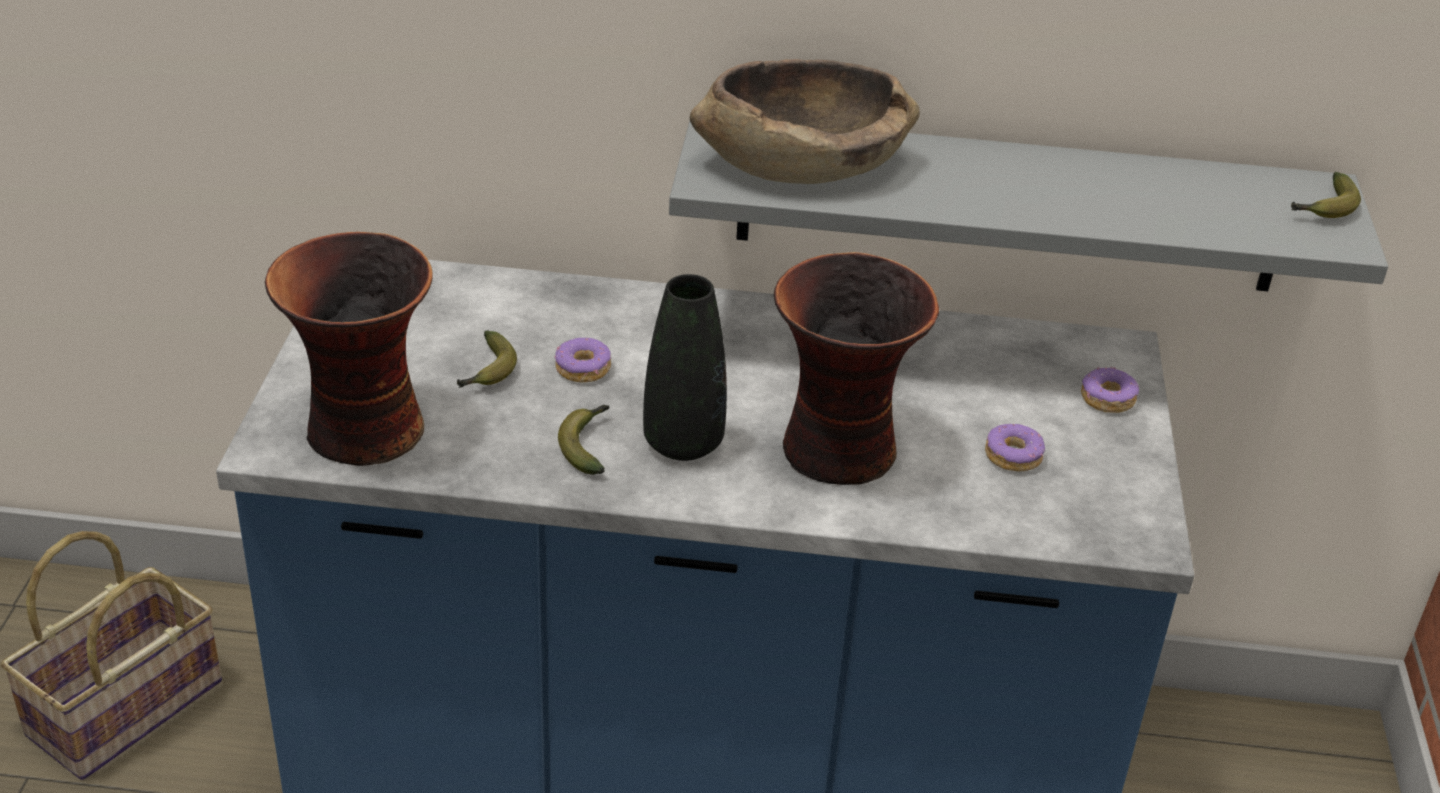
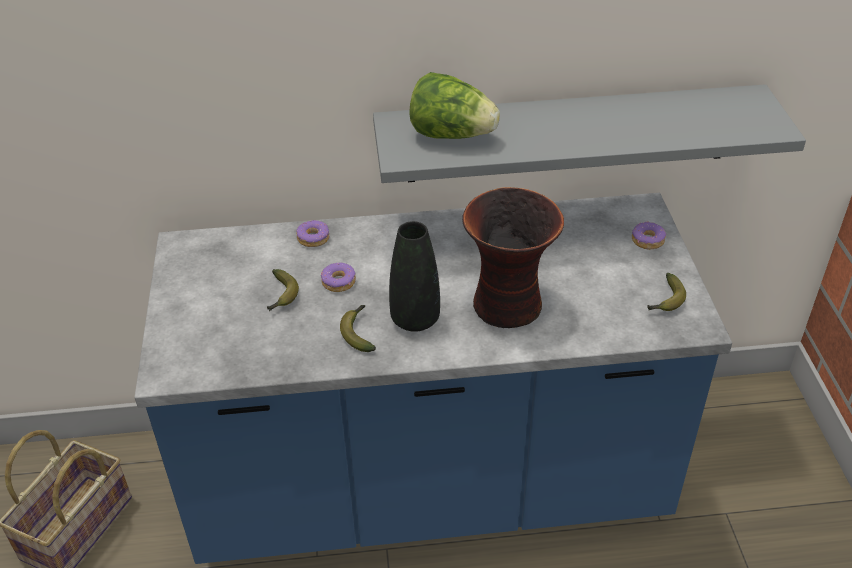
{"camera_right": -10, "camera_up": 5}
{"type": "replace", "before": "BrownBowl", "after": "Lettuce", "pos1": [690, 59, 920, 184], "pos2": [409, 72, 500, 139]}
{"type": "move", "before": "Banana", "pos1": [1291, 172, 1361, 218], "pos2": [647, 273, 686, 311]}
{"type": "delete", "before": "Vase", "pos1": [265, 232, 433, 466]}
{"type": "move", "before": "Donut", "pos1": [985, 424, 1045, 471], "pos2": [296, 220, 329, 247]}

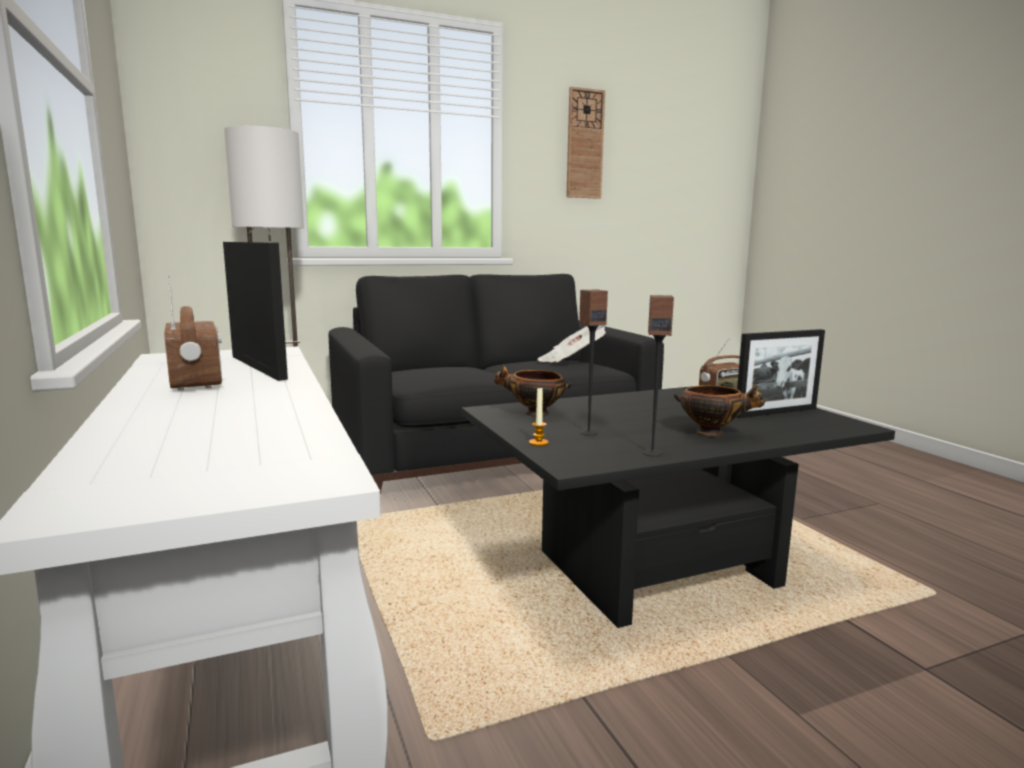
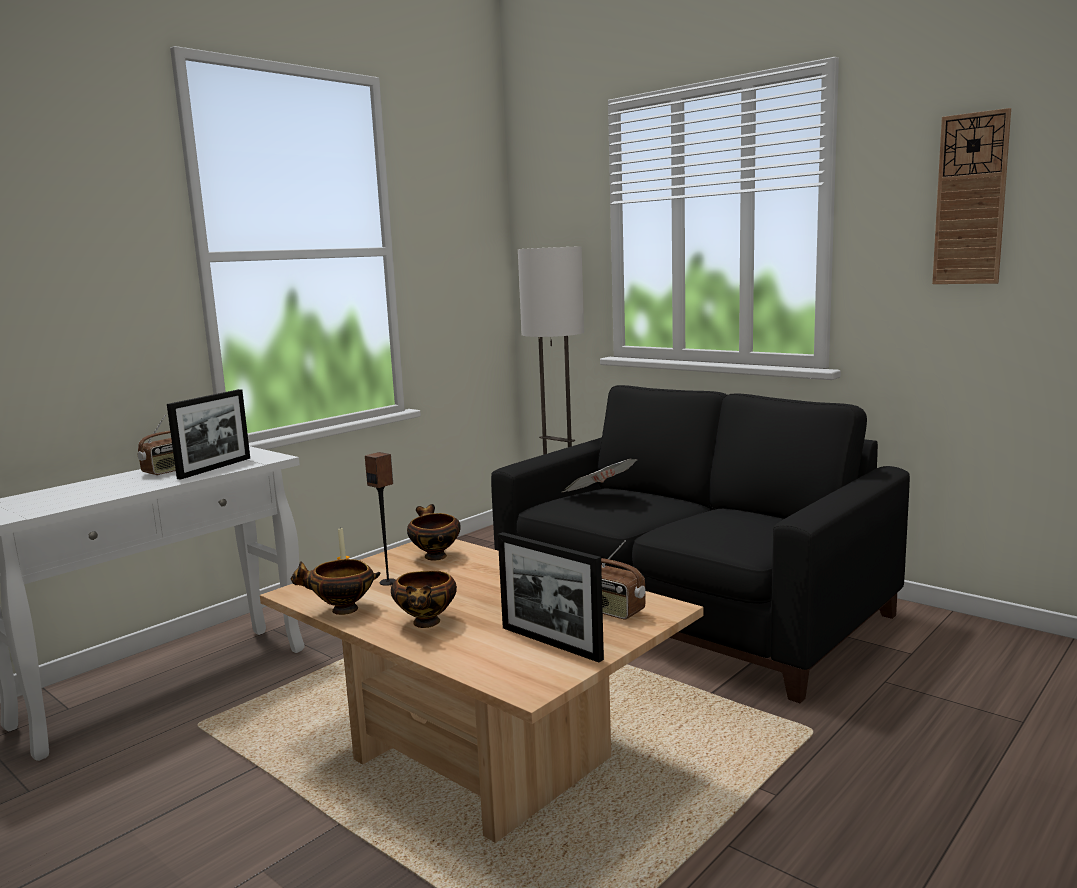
{"camera_right": 65, "camera_up": 0}
{"type": "replace", "before": "Speaker", "after": "Bowl", "pos1": [642, 295, 674, 457], "pos2": [290, 559, 381, 615]}
{"type": "move", "before": "Newspaper", "pos1": [537, 323, 608, 363], "pos2": [562, 458, 637, 492]}
{"type": "recolor", "before": "BlackCoffeeTable", "after": "BeigeCoffeeTable", "pos1": [462, 386, 895, 628], "pos2": [260, 539, 703, 843]}

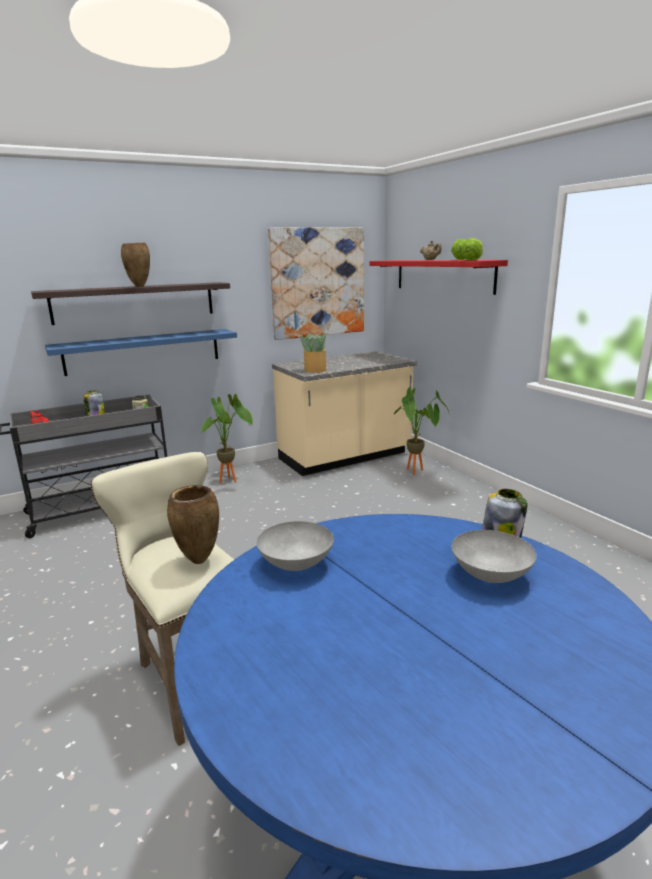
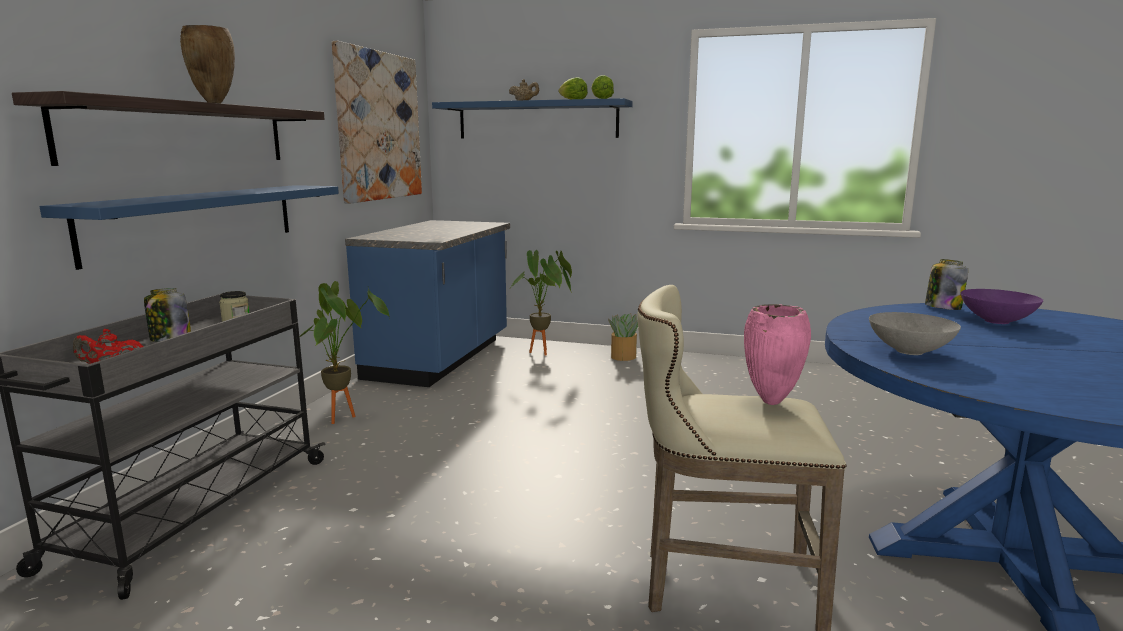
{"camera_right": -45, "camera_up": -5}
{"type": "recolor", "before": "RedShelf", "after": "BlueShelf", "pos1": [369, 260, 508, 295], "pos2": [432, 98, 633, 138]}
{"type": "move", "before": "PottedPlant", "pos1": [300, 333, 326, 373], "pos2": [608, 313, 638, 361]}
{"type": "recolor", "before": "BeigeCounter", "after": "BlueCounter", "pos1": [272, 351, 417, 476], "pos2": [345, 220, 510, 387]}
{"type": "recolor", "before": "BrownVase", "after": "PinkVase", "pos1": [167, 485, 219, 564], "pos2": [744, 304, 811, 405]}
{"type": "recolor", "before": "GreyBowl", "after": "PurpleBowl", "pos1": [452, 530, 537, 583], "pos2": [961, 289, 1043, 324]}

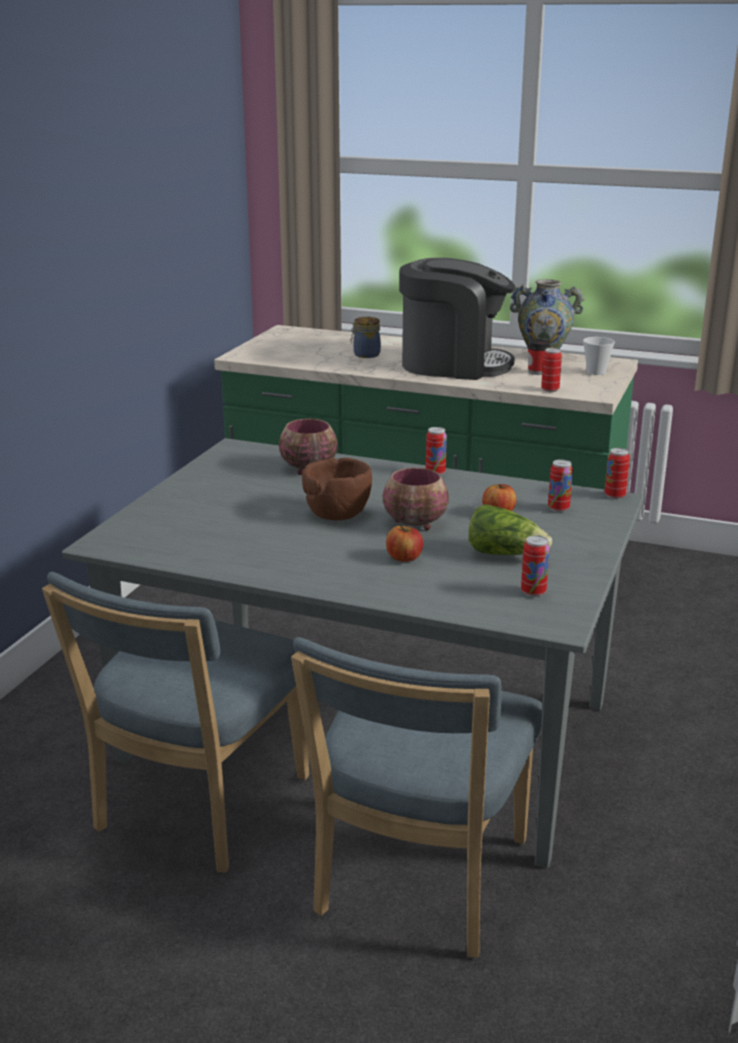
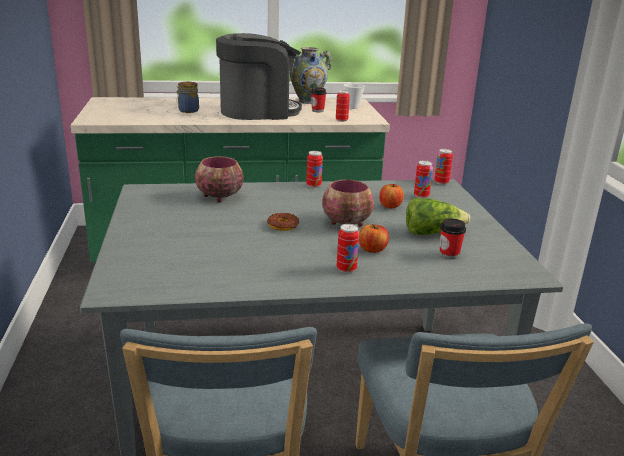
{"camera_right": -30, "camera_up": 0}
{"type": "replace", "before": "BrownBowl", "after": "Donut", "pos1": [302, 458, 372, 520], "pos2": [267, 213, 299, 231]}
{"type": "move", "before": "Can", "pos1": [521, 535, 550, 597], "pos2": [337, 224, 359, 273]}
{"type": "insert", "after": "Cup", "pos2": [440, 218, 466, 259]}

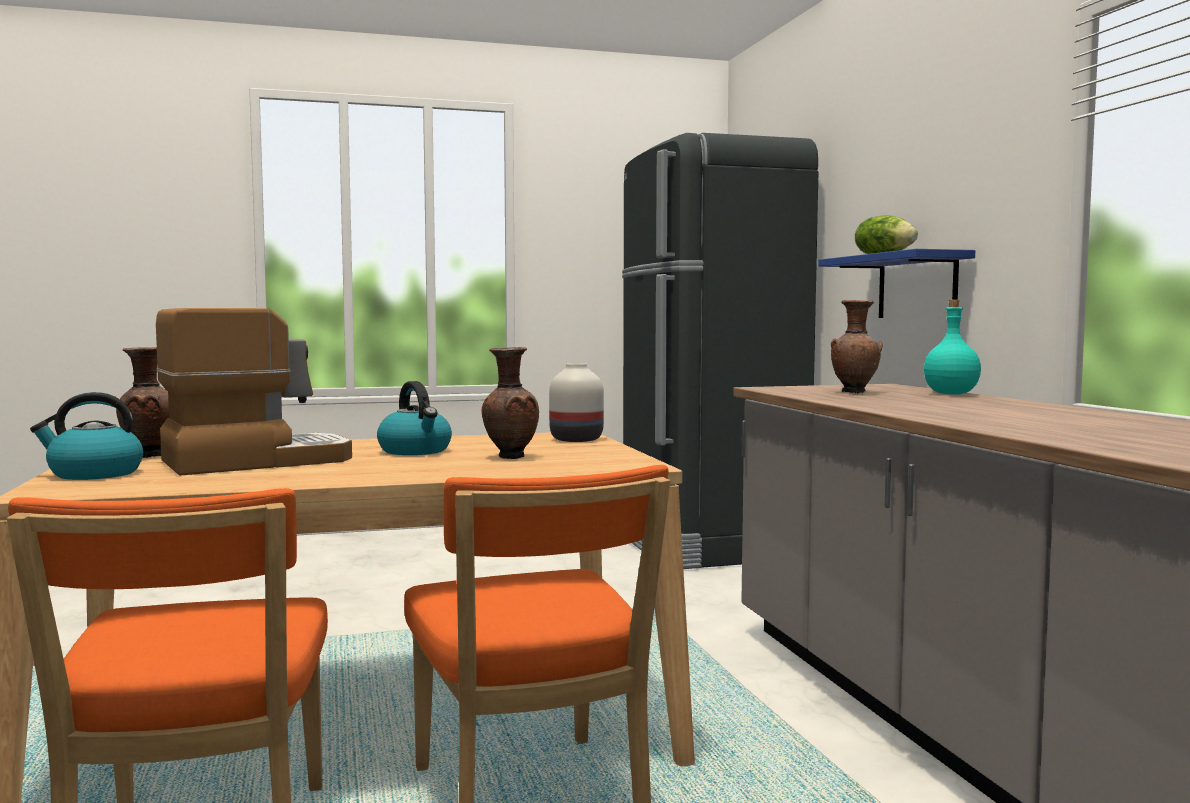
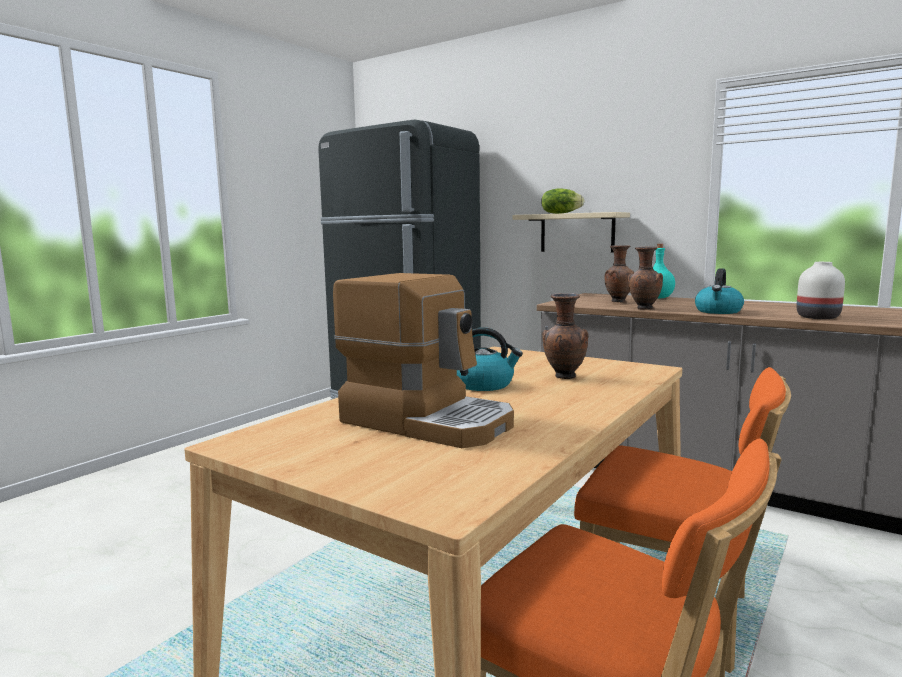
{"camera_right": -40, "camera_up": 5}
{"type": "recolor", "before": "BlueShelf", "after": "BeigeShelf", "pos1": [818, 249, 975, 318], "pos2": [512, 212, 630, 253]}
{"type": "rotate", "before": "CoffeeMachine", "pos1": [156, 308, 352, 476], "pos2": [333, 273, 514, 448], "turn": 105}
{"type": "move", "before": "BrownVase", "pos1": [116, 347, 169, 458], "pos2": [628, 247, 663, 310]}
{"type": "move", "before": "WhiteVase", "pos1": [549, 363, 604, 442], "pos2": [796, 262, 845, 319]}
{"type": "move", "before": "Kettle", "pos1": [30, 392, 143, 480], "pos2": [695, 268, 744, 314]}

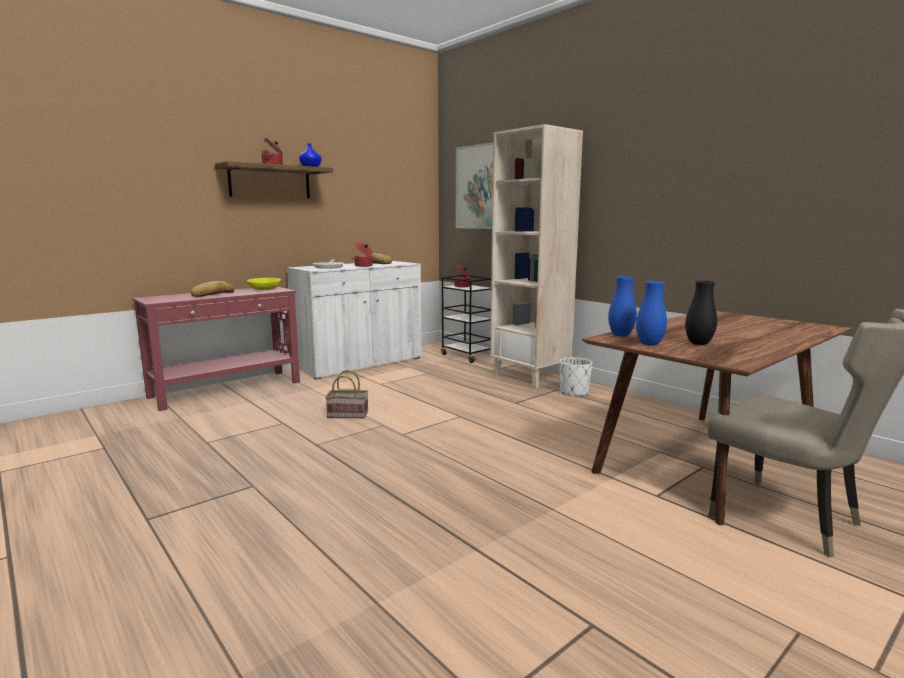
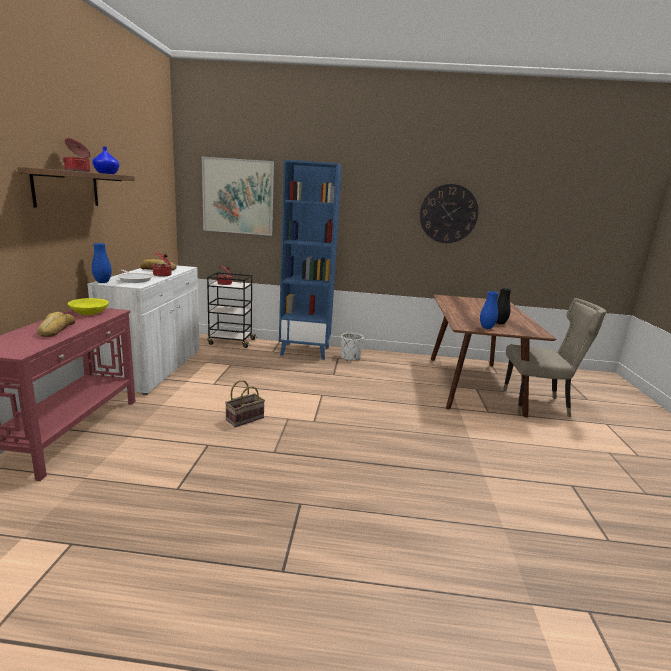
{"camera_right": -45, "camera_up": 5}
{"type": "recolor", "before": "BeigeBookcase", "after": "BlueBookcase", "pos1": [490, 124, 583, 388], "pos2": [279, 160, 342, 360]}
{"type": "move", "before": "BlueVase", "pos1": [608, 276, 637, 337], "pos2": [92, 243, 112, 283]}
{"type": "insert", "after": "WallClock", "pos2": [420, 184, 478, 243]}

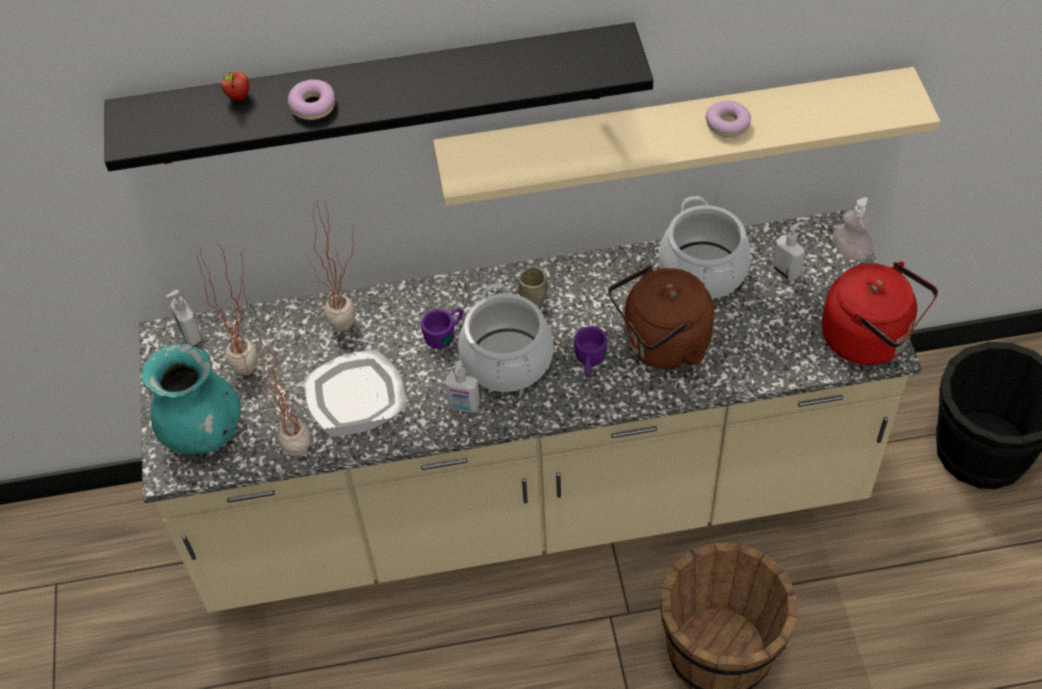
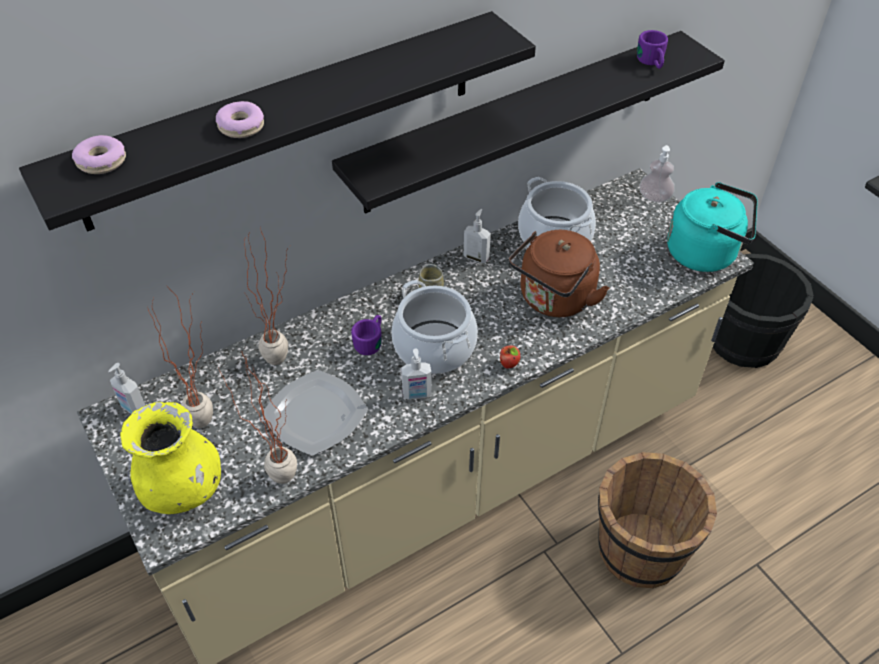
{"camera_right": -25, "camera_up": -5}
{"type": "recolor", "before": "BeigeShelf", "after": "BlackShelf", "pos1": [433, 67, 940, 206], "pos2": [332, 31, 725, 214]}
{"type": "move", "before": "Apple", "pos1": [221, 71, 250, 101], "pos2": [500, 345, 520, 369]}
{"type": "move", "before": "Donut", "pos1": [706, 100, 751, 137], "pos2": [72, 135, 126, 174]}
{"type": "move", "before": "SoapDispenser", "pos1": [772, 222, 805, 281], "pos2": [464, 209, 491, 263]}
{"type": "recolor", "before": "RedKettle", "after": "TurquoiseKettle", "pos1": [822, 261, 938, 365], "pos2": [667, 182, 758, 272]}
{"type": "move", "before": "PurpleMug", "pos1": [574, 326, 607, 376], "pos2": [637, 30, 668, 69]}
{"type": "recolor", "before": "TurquoiseVase", "after": "YellowVase", "pos1": [141, 344, 241, 454], "pos2": [120, 402, 221, 514]}

